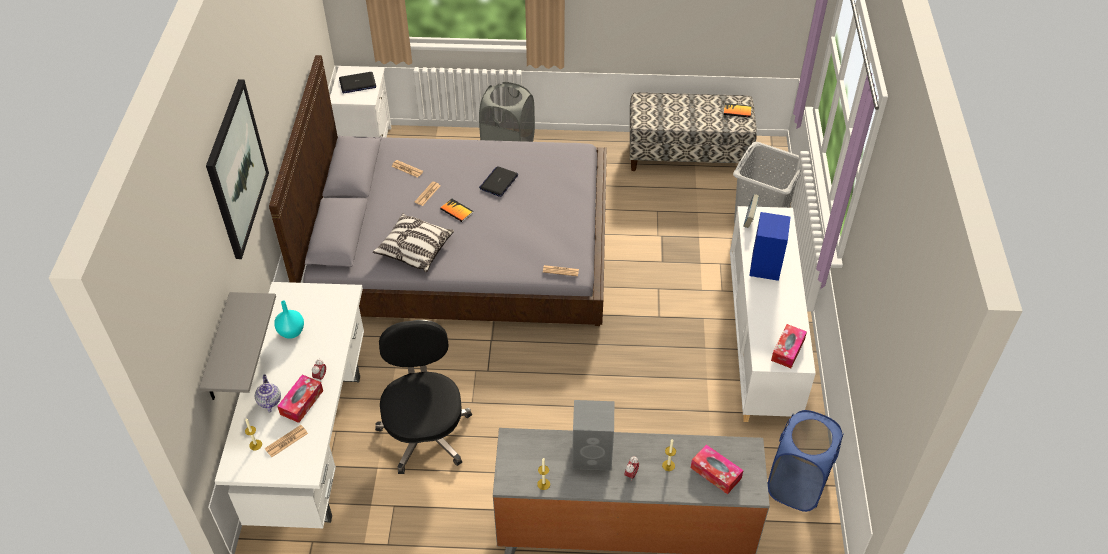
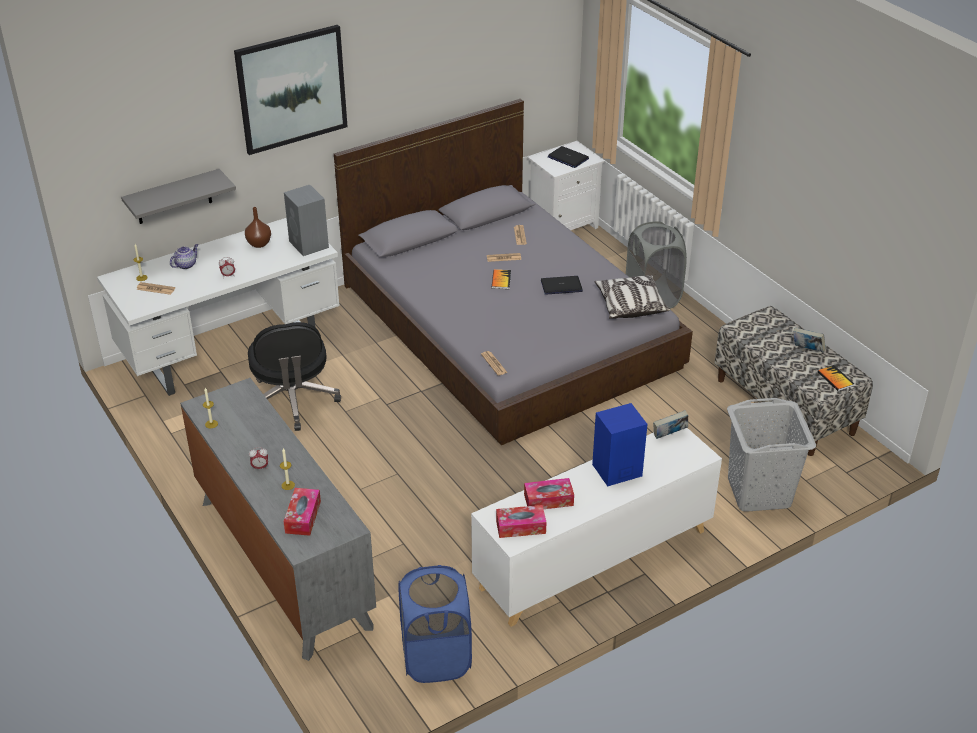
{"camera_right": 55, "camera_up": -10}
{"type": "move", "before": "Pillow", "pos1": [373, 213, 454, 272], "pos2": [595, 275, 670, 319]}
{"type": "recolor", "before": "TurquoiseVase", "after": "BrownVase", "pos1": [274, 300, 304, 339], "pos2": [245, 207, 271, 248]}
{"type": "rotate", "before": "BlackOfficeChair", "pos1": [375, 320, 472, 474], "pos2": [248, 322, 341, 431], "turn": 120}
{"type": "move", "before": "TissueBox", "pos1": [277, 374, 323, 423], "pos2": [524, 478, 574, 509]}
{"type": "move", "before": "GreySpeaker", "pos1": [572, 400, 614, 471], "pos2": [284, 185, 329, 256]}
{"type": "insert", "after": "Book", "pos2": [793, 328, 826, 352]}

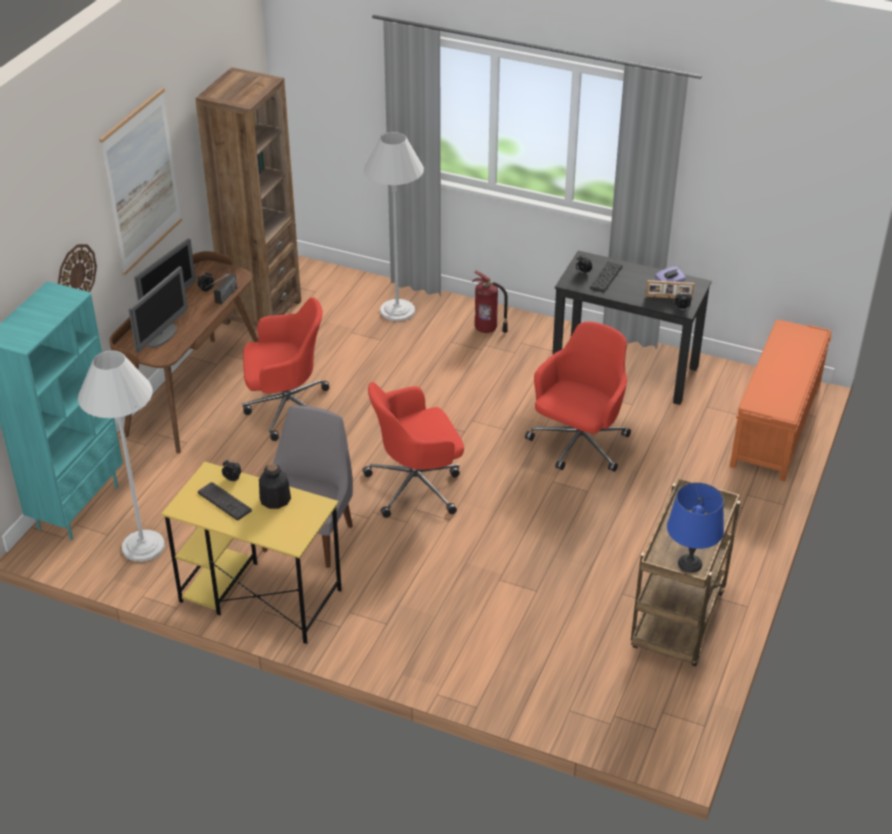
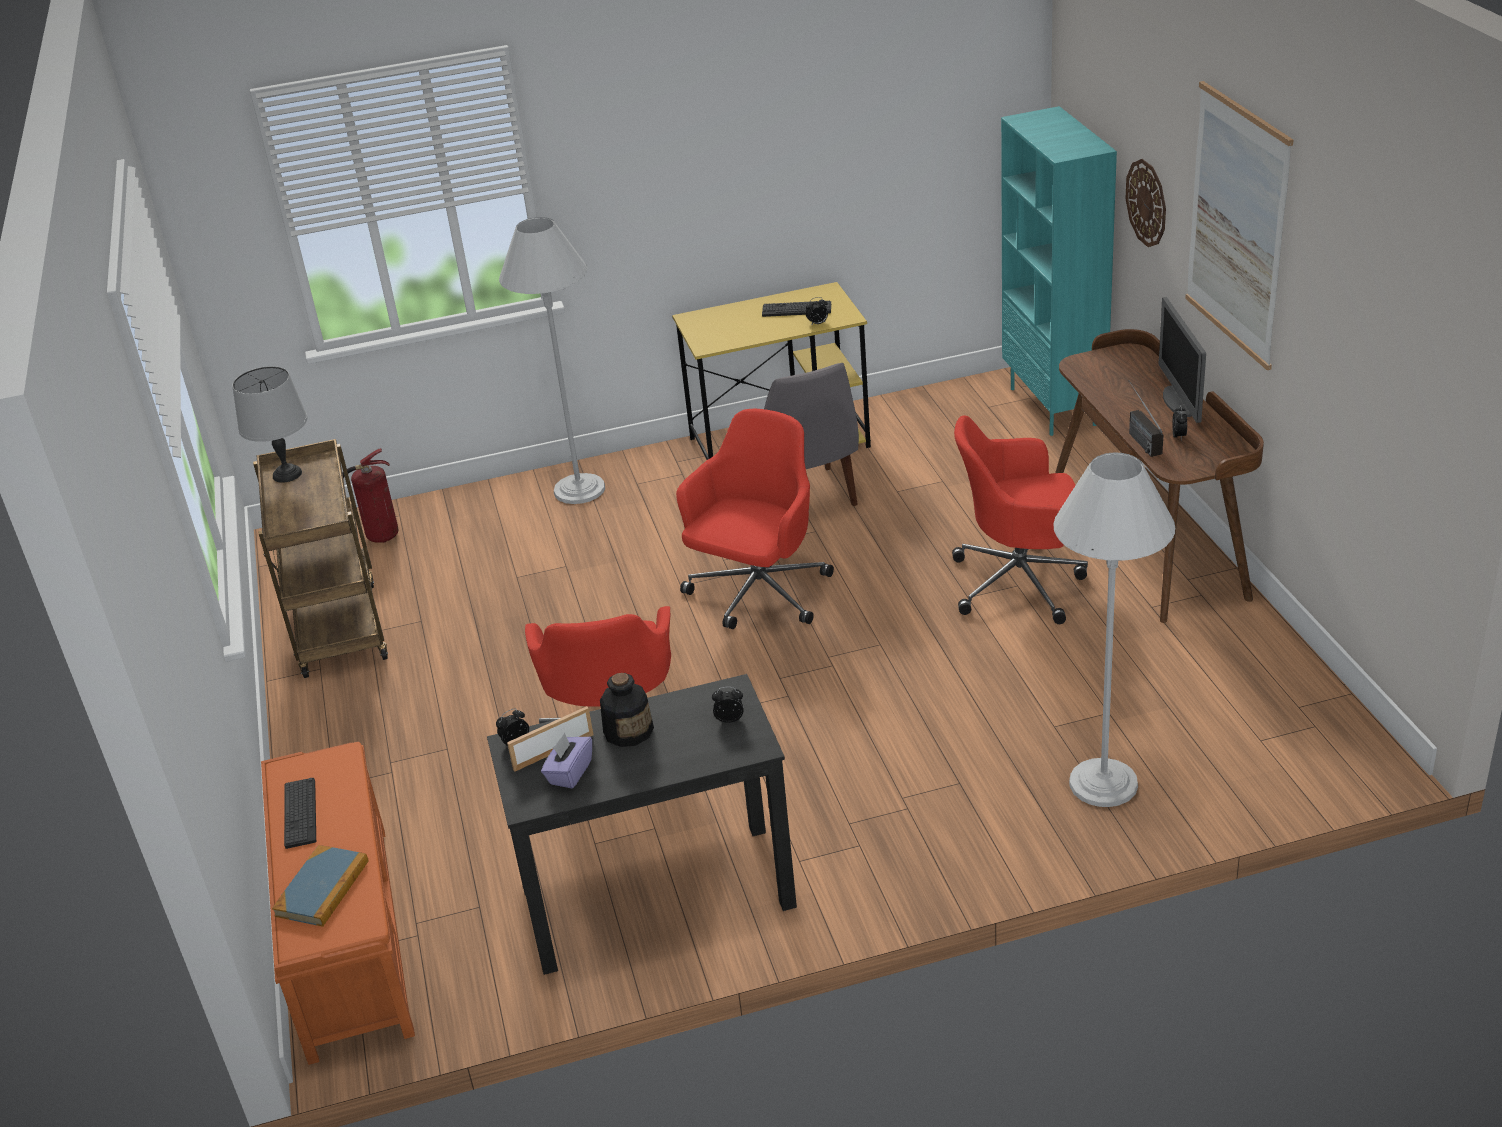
{"camera_right": 145, "camera_up": -5}
{"type": "delete", "before": "BrownBookcase", "pos1": [196, 67, 301, 327]}
{"type": "move", "before": "Keyboard", "pos1": [590, 261, 622, 292], "pos2": [284, 778, 316, 849]}
{"type": "delete", "before": "Monitor", "pos1": [129, 266, 188, 353]}
{"type": "move", "before": "FireExtinguisher", "pos1": [472, 271, 508, 333], "pos2": [342, 448, 398, 543]}
{"type": "rotate", "before": "RedOfficeChair", "pos1": [242, 297, 329, 441], "pos2": [952, 416, 1088, 624], "turn": 45}
{"type": "move", "before": "WhiteFloorLamp", "pos1": [78, 350, 165, 562], "pos2": [499, 217, 605, 504]}
{"type": "move", "before": "Bottle", "pos1": [259, 464, 291, 509], "pos2": [600, 673, 654, 747]}
{"type": "recolor", "before": "BlueTableLamp", "after": "GreyTableLamp", "pos1": [667, 482, 724, 573], "pos2": [232, 366, 307, 483]}
{"type": "insert", "after": "Book", "pos2": [272, 845, 368, 927]}

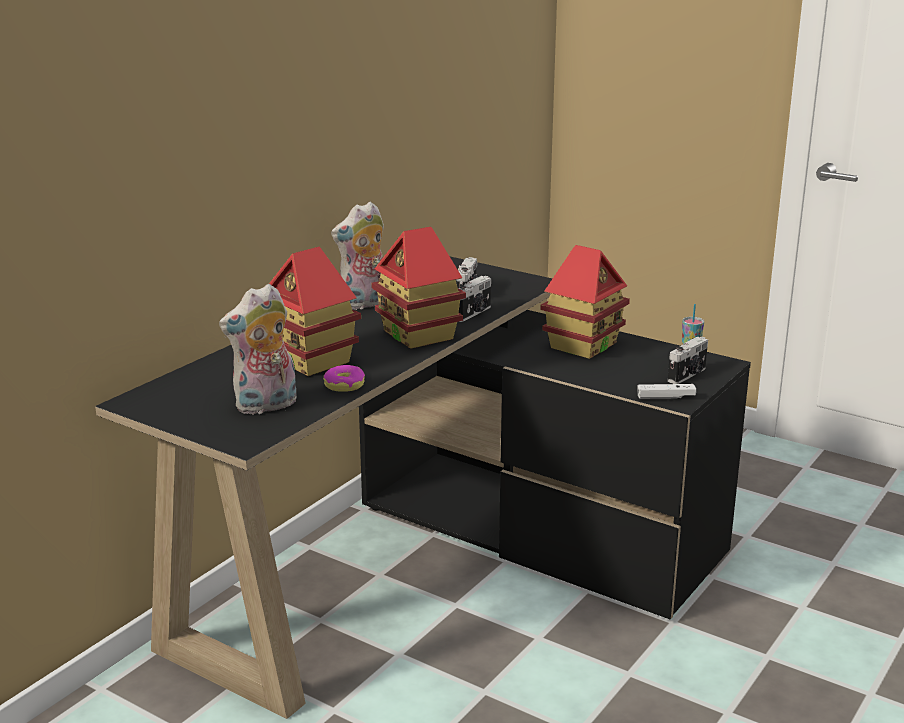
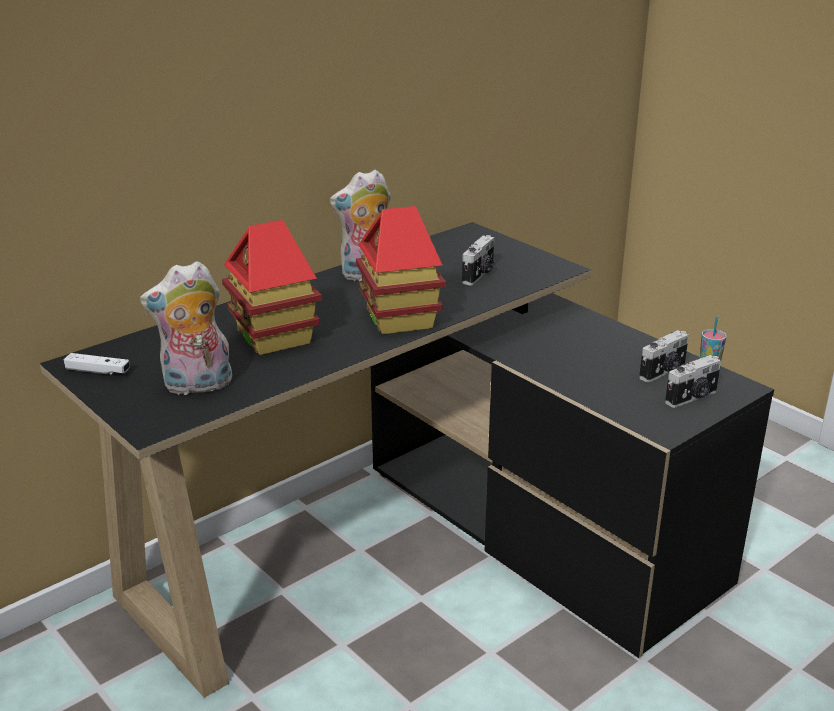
{"camera_right": 15, "camera_up": 5}
{"type": "delete", "before": "ToyHouse", "pos1": [540, 245, 630, 359]}
{"type": "move", "before": "PhotoCamera", "pos1": [458, 276, 491, 322], "pos2": [639, 330, 689, 382]}
{"type": "delete", "before": "Donut", "pos1": [324, 365, 365, 392]}
{"type": "move", "before": "WhiteGameController", "pos1": [638, 384, 696, 399], "pos2": [64, 353, 130, 374]}

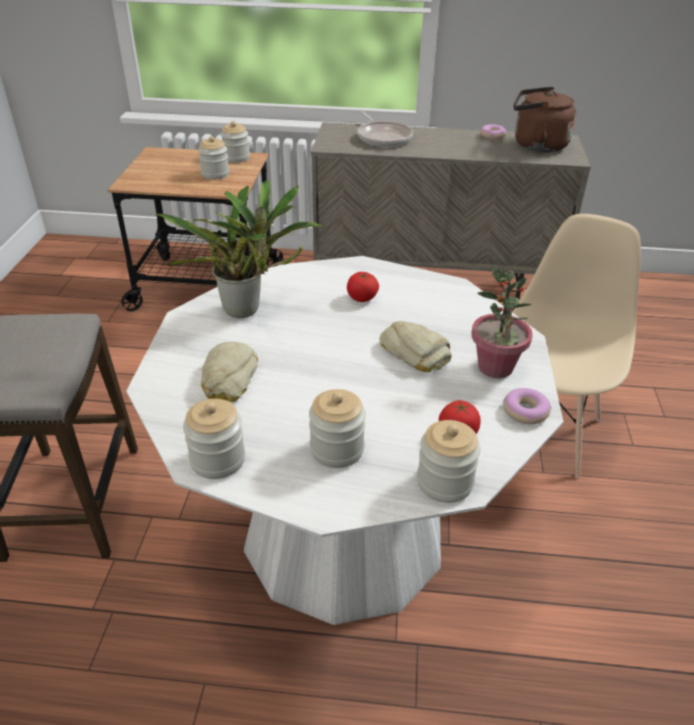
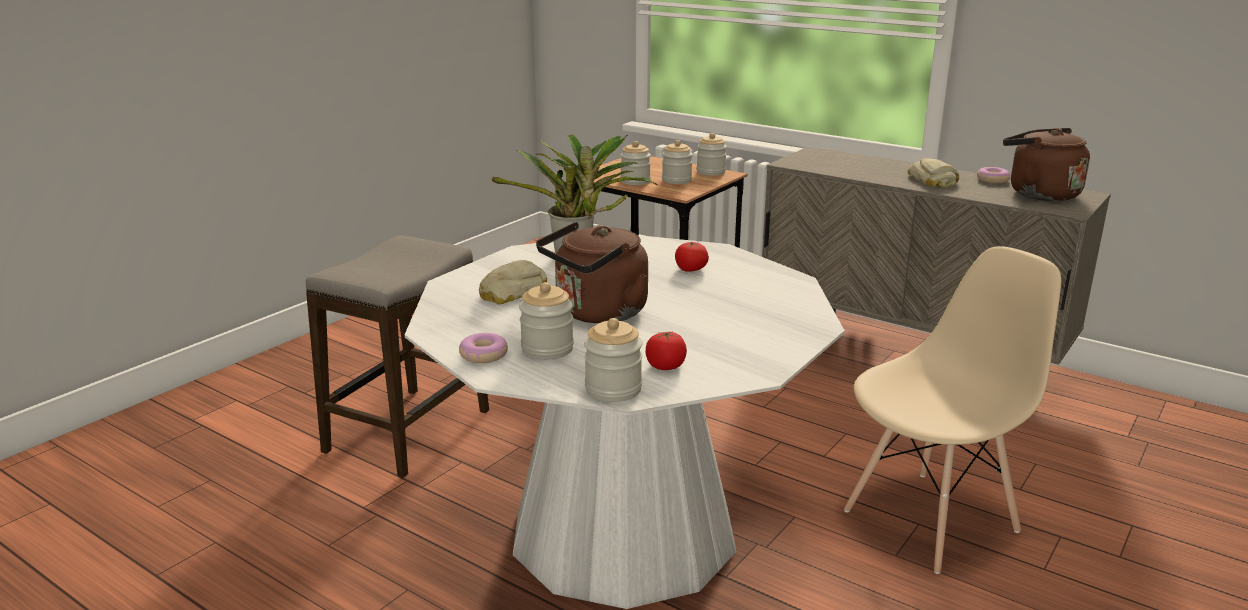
{"camera_right": 30, "camera_up": -15}
{"type": "delete", "before": "FryingPan", "pos1": [357, 111, 413, 147]}
{"type": "delete", "before": "PottedPlant", "pos1": [472, 267, 533, 378]}
{"type": "move", "before": "Bread", "pos1": [379, 321, 451, 372], "pos2": [907, 158, 959, 187]}
{"type": "move", "before": "Donut", "pos1": [503, 388, 551, 424], "pos2": [459, 333, 508, 363]}
{"type": "move", "before": "Jar", "pos1": [183, 399, 245, 479], "pos2": [620, 141, 651, 185]}
{"type": "insert", "after": "BrownKettle", "pos2": [536, 222, 648, 323]}

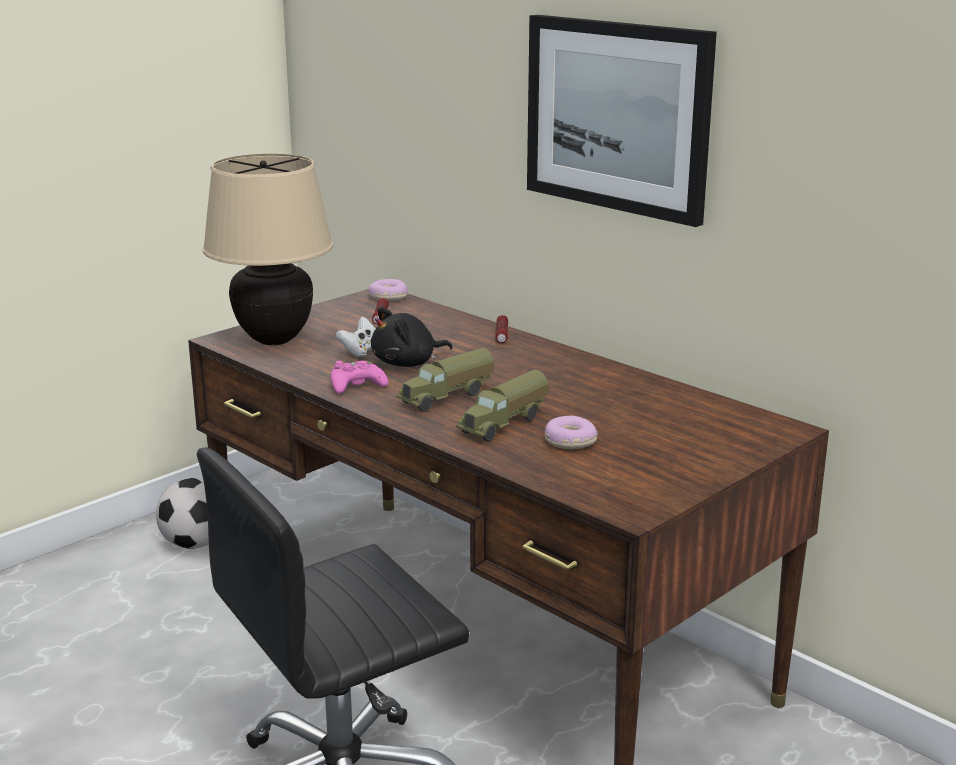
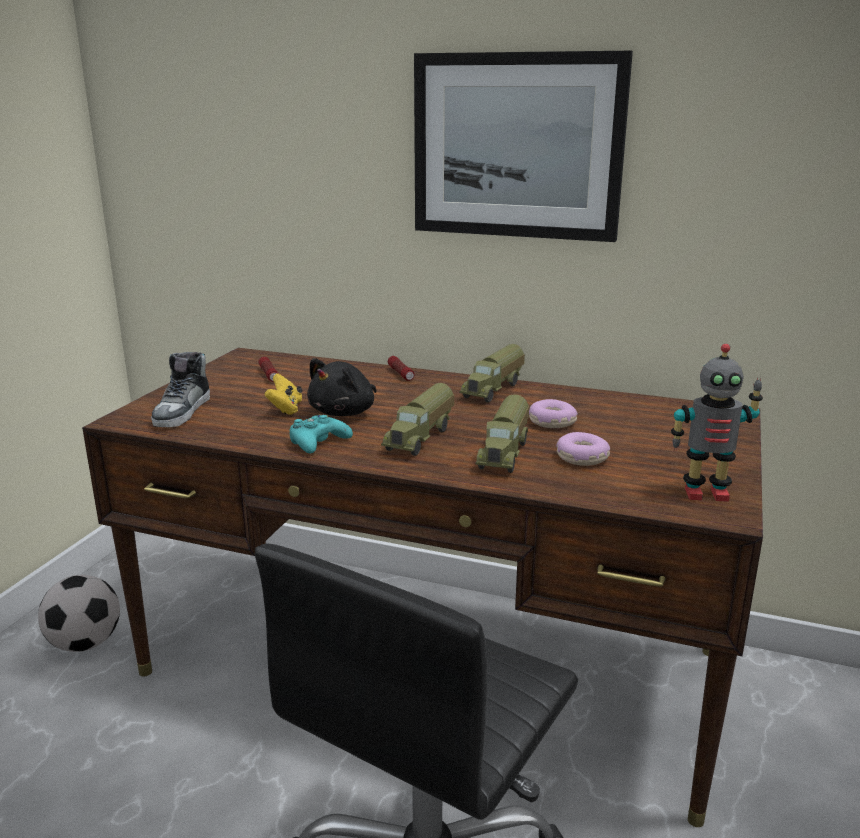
{"camera_right": -25, "camera_up": 0}
{"type": "replace", "before": "BeigeTableLamp", "after": "Shoe", "pos1": [202, 153, 333, 345], "pos2": [151, 352, 210, 427]}
{"type": "move", "before": "Donut", "pos1": [369, 279, 408, 301], "pos2": [529, 399, 578, 428]}
{"type": "recolor", "before": "WhiteGameController", "after": "YellowGameController", "pos1": [336, 317, 376, 358], "pos2": [264, 373, 303, 415]}
{"type": "recolor", "before": "PinkGameController", "after": "TurquoiseGameController", "pos1": [331, 360, 388, 394], "pos2": [290, 414, 353, 454]}
{"type": "insert", "after": "ToyTruck", "pos2": [459, 344, 525, 403]}
{"type": "insert", "after": "ToyRobot", "pos2": [671, 344, 763, 502]}

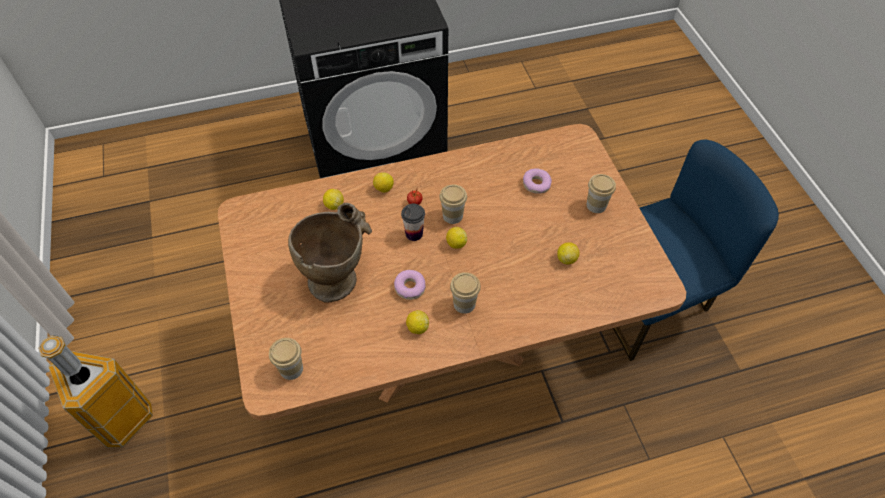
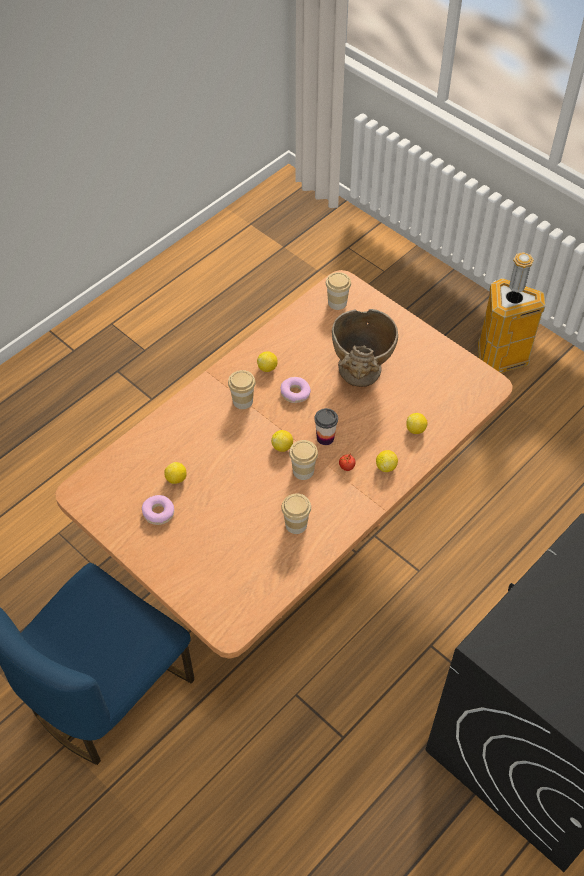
{"camera_right": 150, "camera_up": 0}
{"type": "move", "before": "Donut", "pos1": [523, 169, 552, 194], "pos2": [142, 495, 174, 525]}
{"type": "move", "before": "Cup", "pos1": [587, 174, 616, 213], "pos2": [281, 494, 311, 534]}

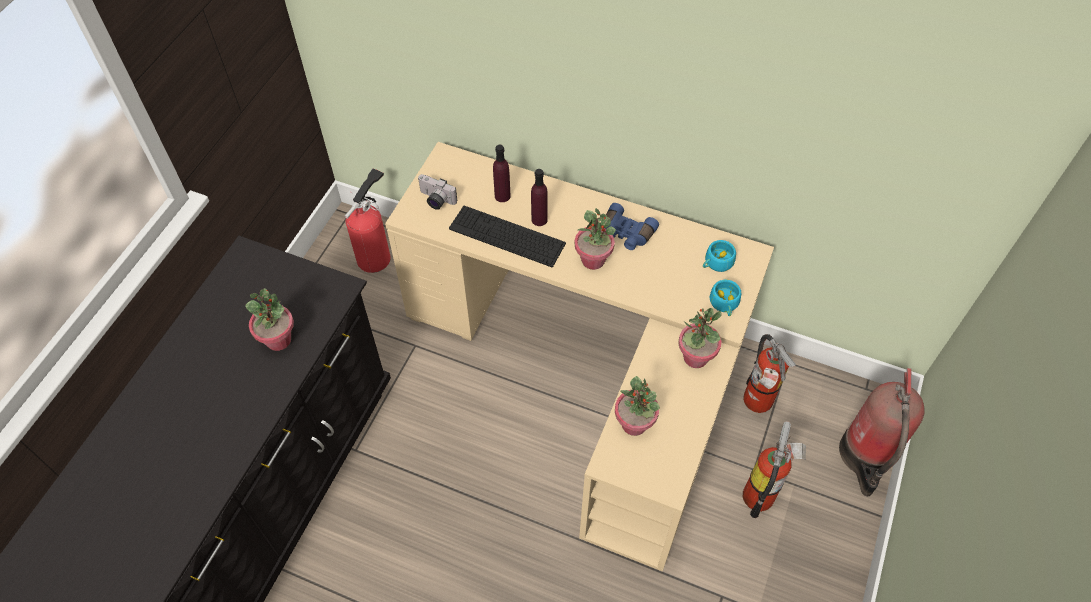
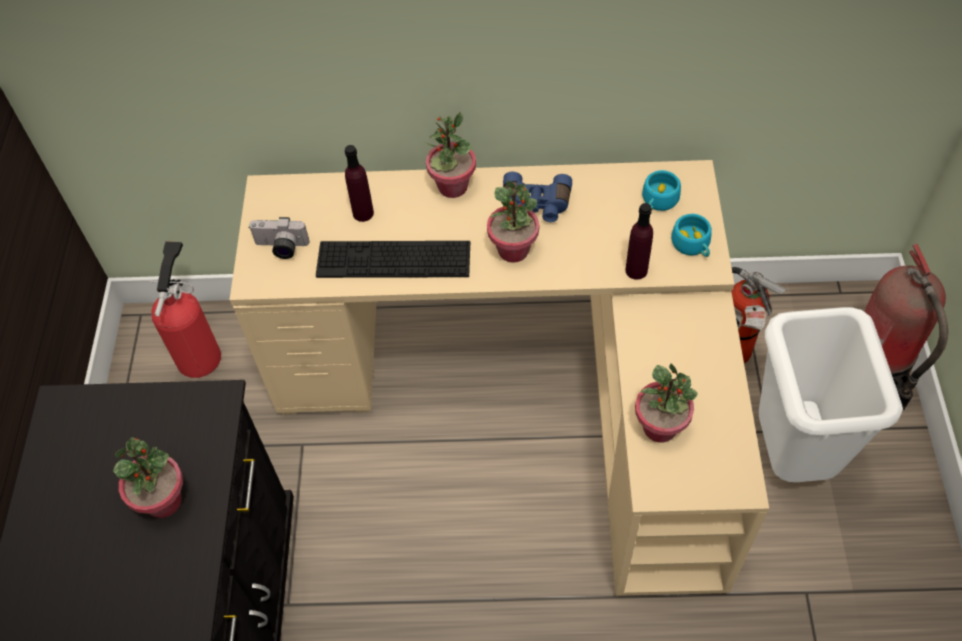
{"camera_right": -20, "camera_up": 0}
{"type": "move", "before": "PurpleBottle", "pos1": [531, 169, 548, 226], "pos2": [625, 203, 653, 280]}
{"type": "move", "before": "PottedPlant", "pos1": [678, 308, 722, 368], "pos2": [424, 112, 476, 198]}
{"type": "replace", "before": "FireExtinguisher", "after": "WhiteTrashCan", "pos1": [743, 421, 806, 518], "pos2": [759, 307, 903, 482]}

